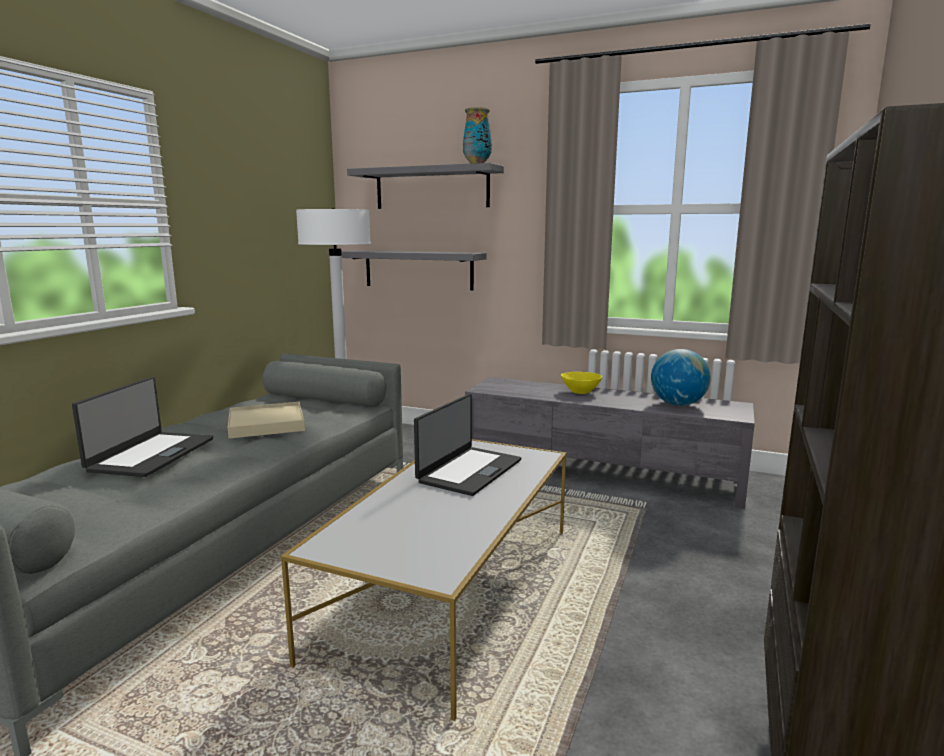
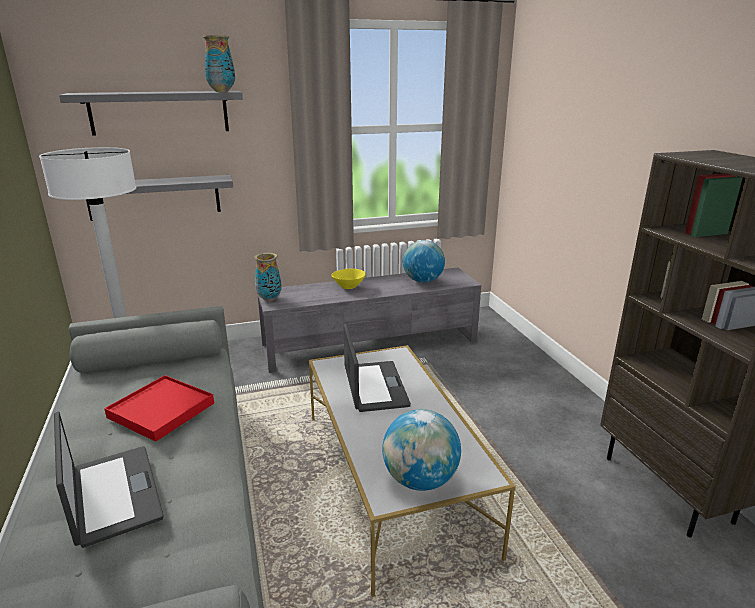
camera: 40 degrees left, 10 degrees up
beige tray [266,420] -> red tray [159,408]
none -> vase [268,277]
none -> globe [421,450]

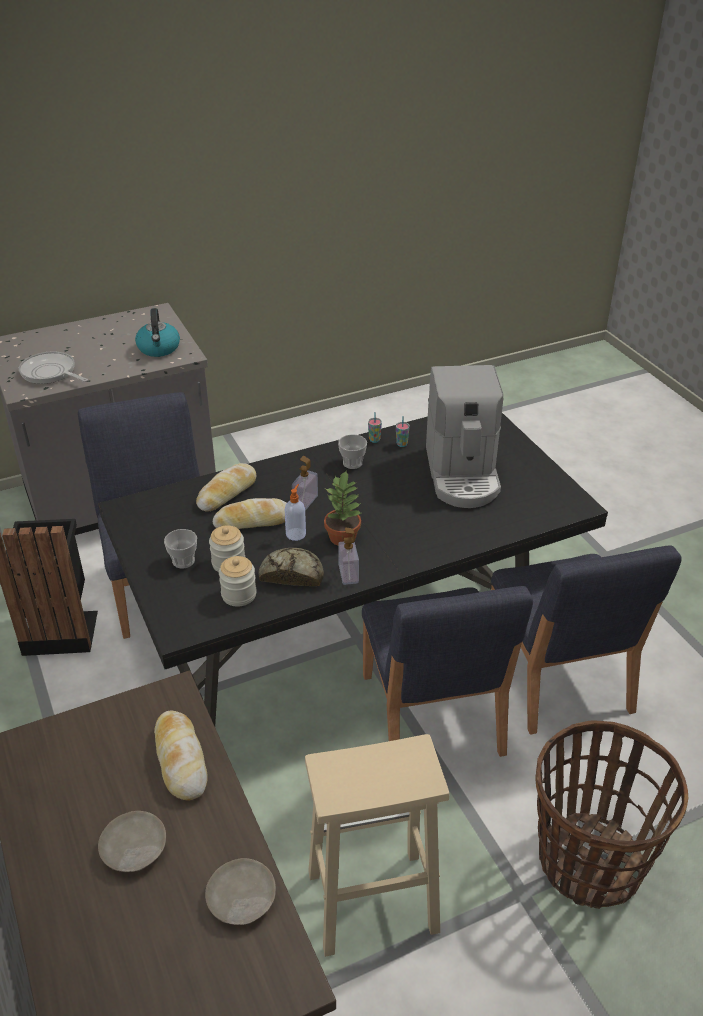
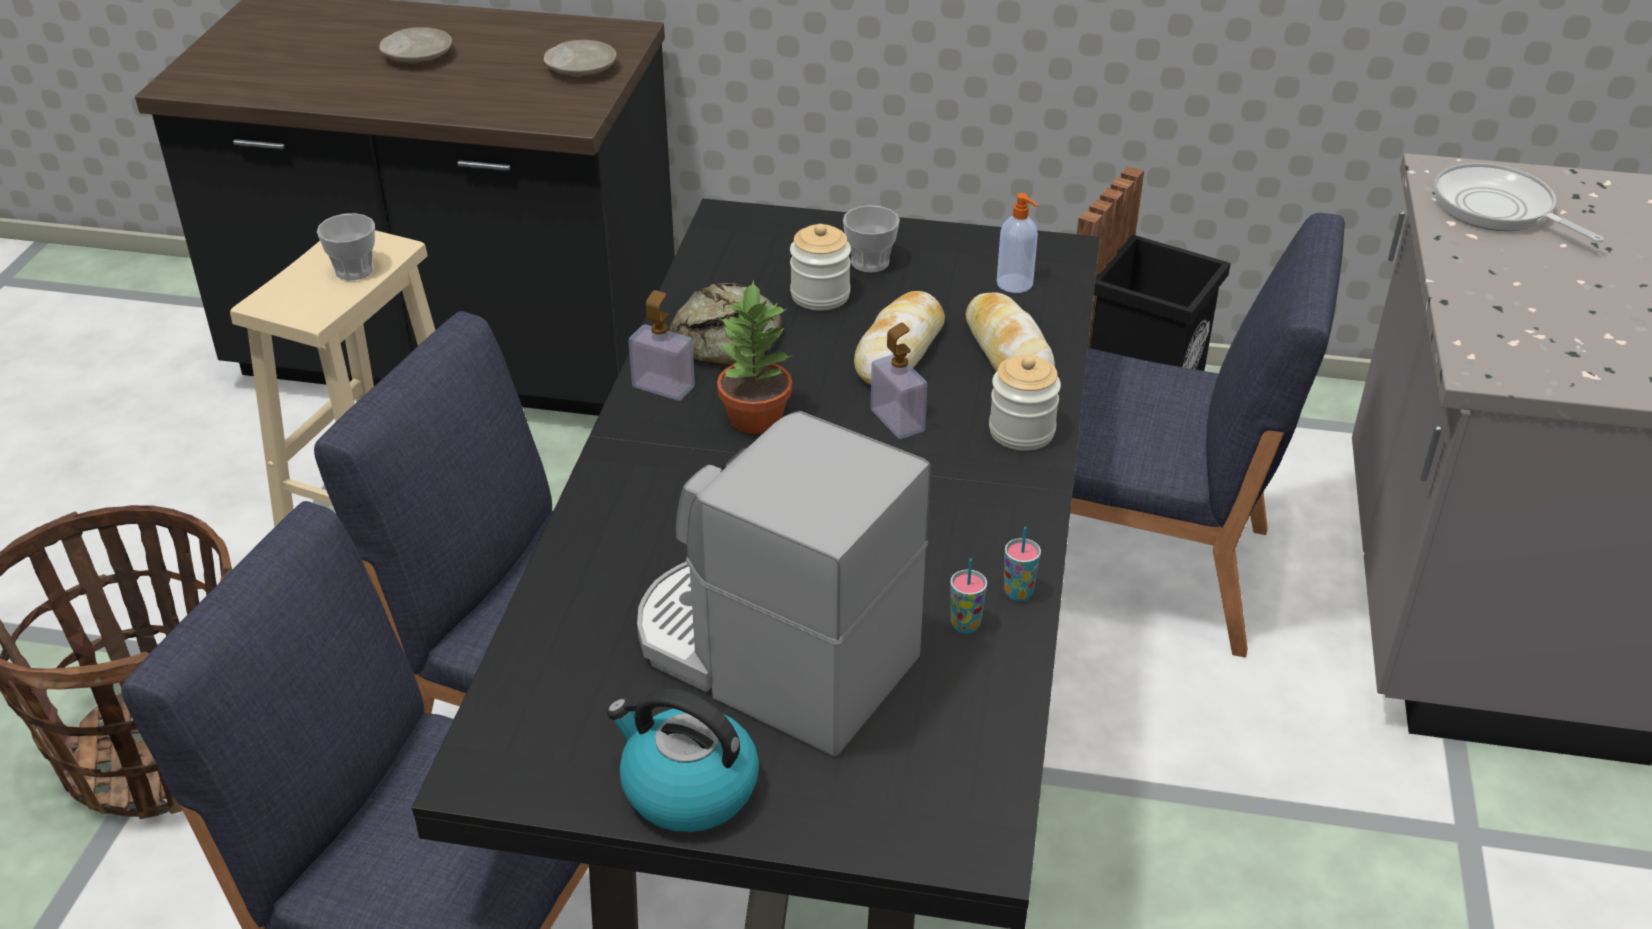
camera: 125 degrees right, 0 degrees up
frying pan [53,367] -> frying pan [1519,202], 105 degrees counterclockwise
kettle [157,332] -> kettle [683,760], relocated
bread [181,755] -> none
beige plate [240,891] -> beige plate [580,58], relocated
jar [238,581] -> jar [1025,403], relocated
soap dispenser [295,512] -> soap dispenser [1017,243], relocated
cup [352,451] -> cup [346,246], relocated

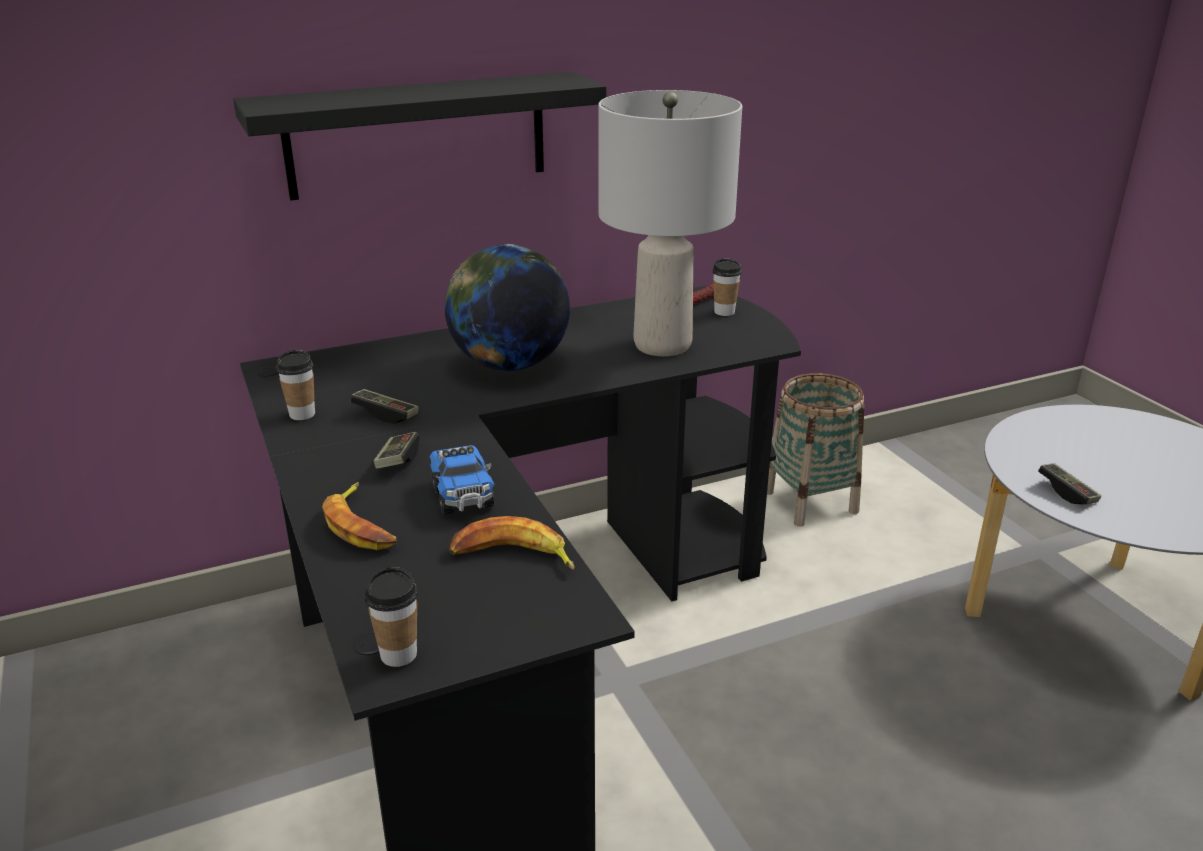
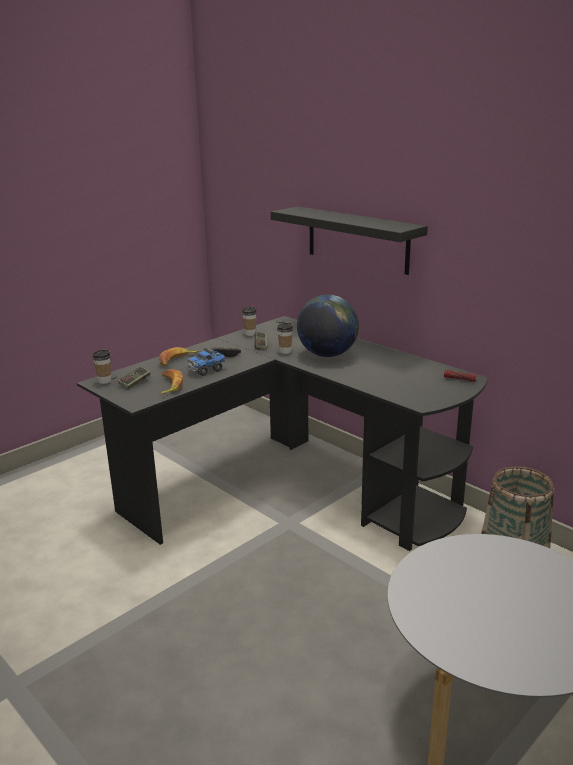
camera: 70 degrees right, 5 degrees down
grey table lamp [670,223] -> none
cup [727,287] -> cup [285,338], relocated
game controller [1069,483] -> game controller [134,378], relocated

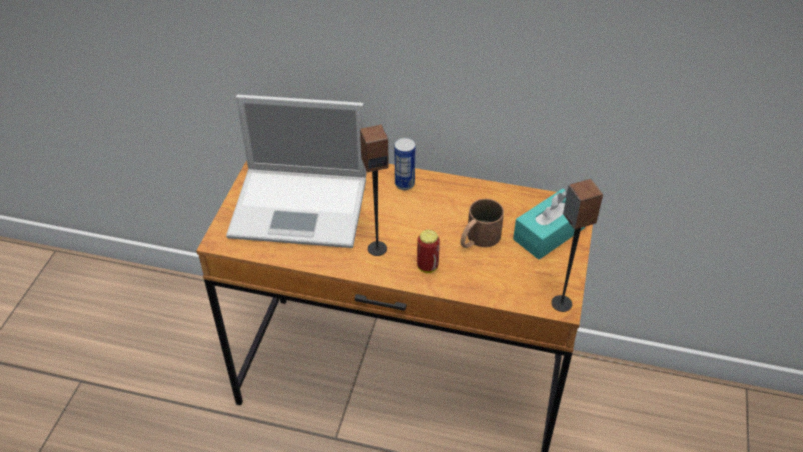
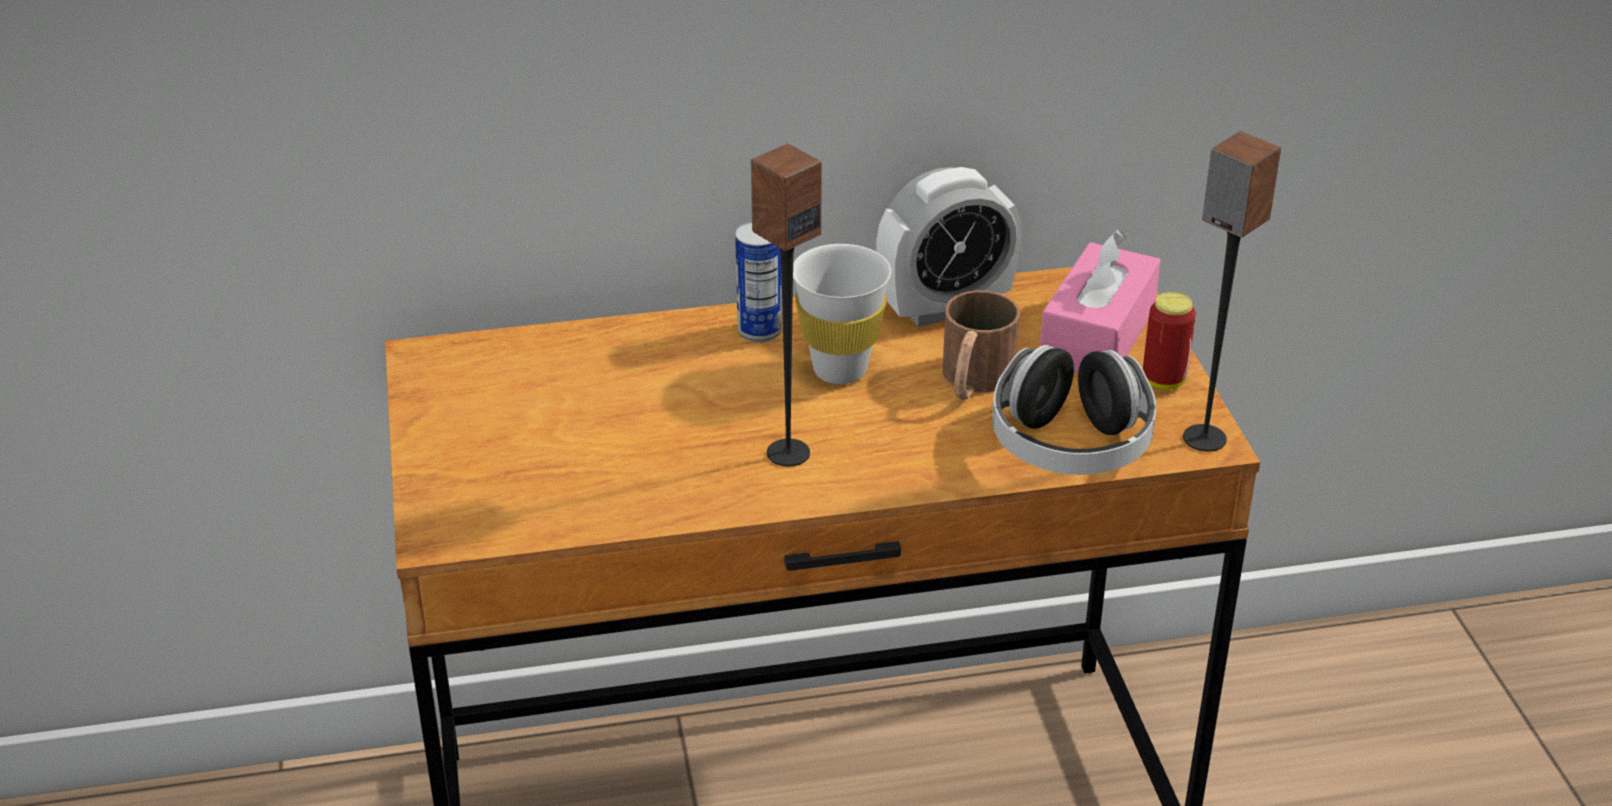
camera: 25 degrees left, 10 degrees down
laptop [296,171] -> none
can [428,251] -> can [1169,341], relocated
turquoise tissue box [549,224] -> pink tissue box [1100,301]
none -> white cup [842,314]
none -> alarm clock [948,247]
none -> headphones [1074,410]

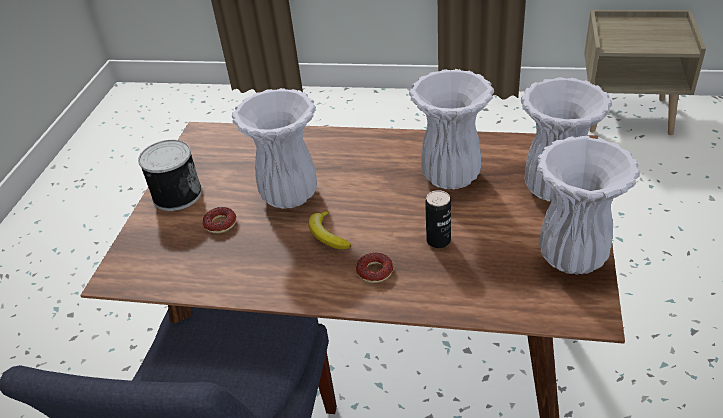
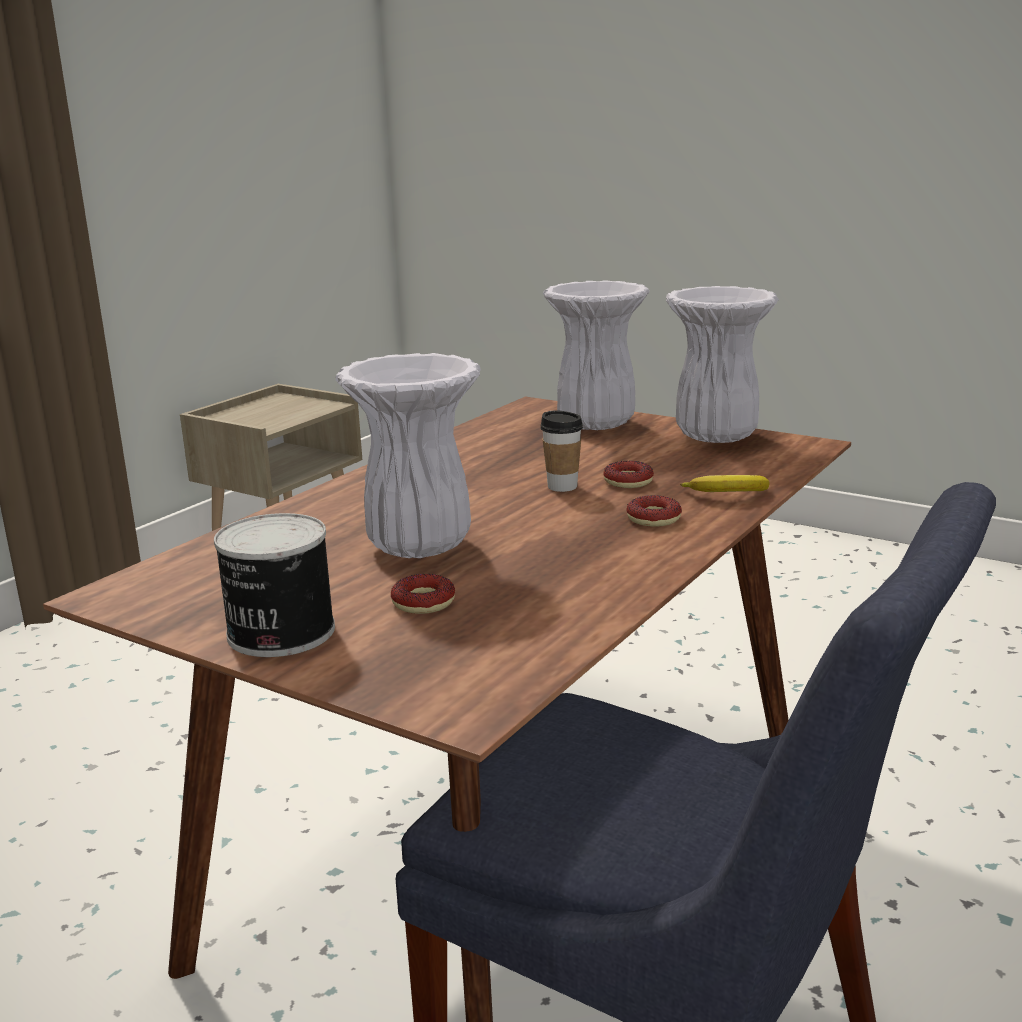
camera: 70 degrees left, 20 degrees down
banana [330,230] -> banana [725,483], relocated
white vase [451,129] -> none
can [438,219] -> donut [628,474]
none -> cup [562,451]

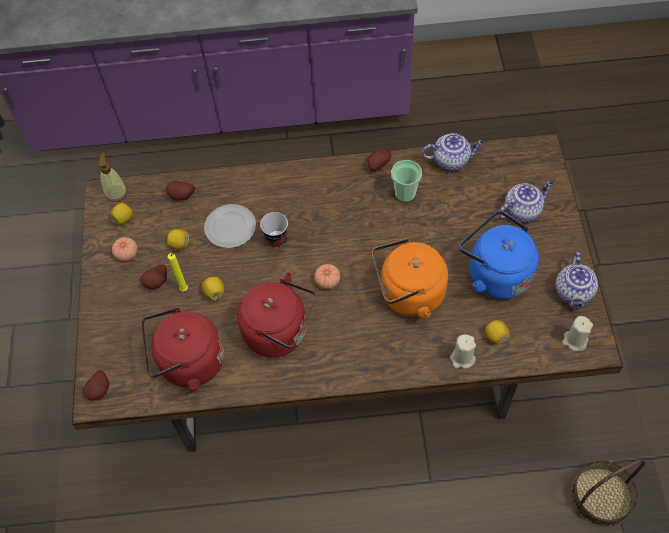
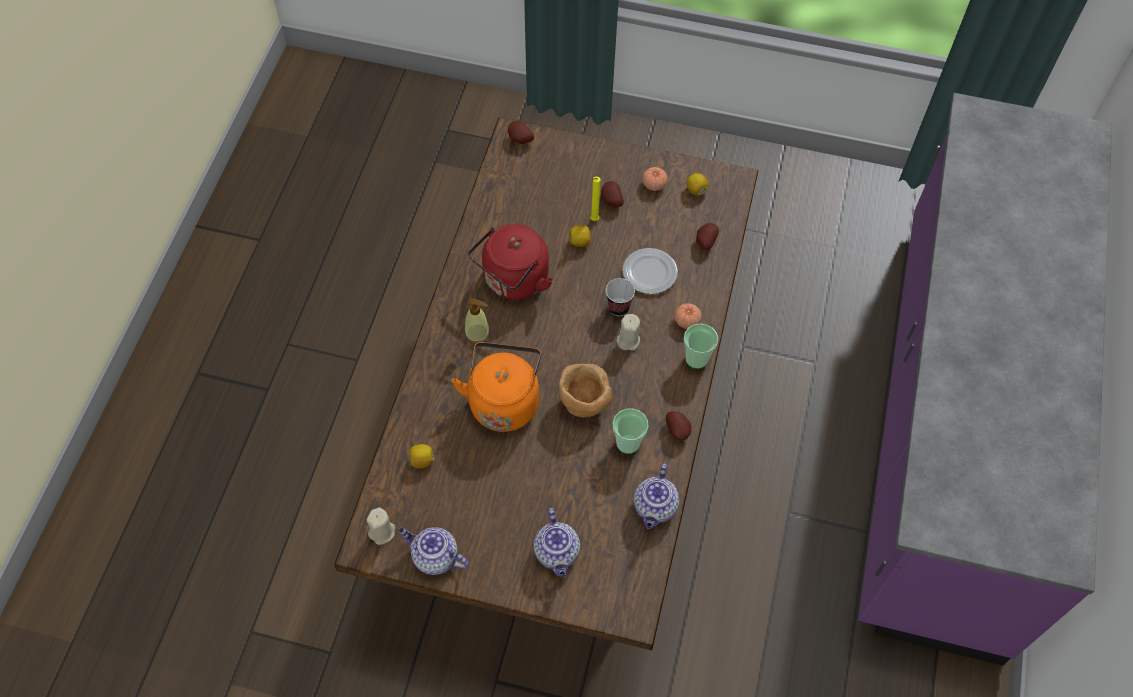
camera: 105 degrees right, 0 degrees up
soap dispenser [113,177] -> soap dispenser [477,321], relocated
red kettle [182,350] -> none
lemon [178,239] -> none
tomato [327,276] -> tomato [688,316], relocated
beige candle [463,351] -> beige candle [628,332], relocated
blue kettle [499,255] -> none
basket [608,493] -> none
none -> brown bowl [585,390]
none -> cup [701,346]

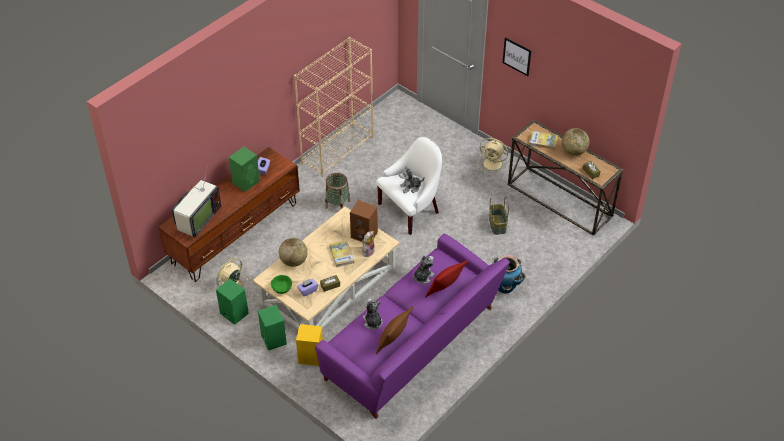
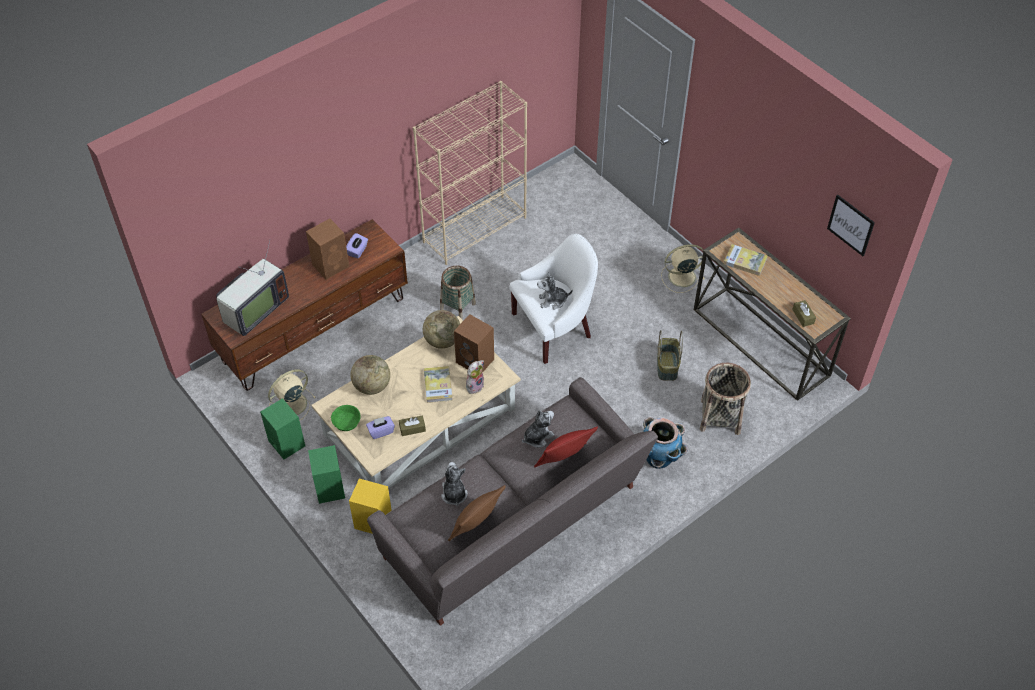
camera: 10 degrees right, 5 degrees up
green speaker [244,169] -> brown speaker [327,249]
purple sofa [412,326] -> grey sofa [512,501]
beige fan [493,156] -> beige fan [683,268], 135 degrees clockwise
picture [516,56] -> picture [851,225], relocated
globe [575,142] -> globe [441,329], relocated
none -> basket [725,399]

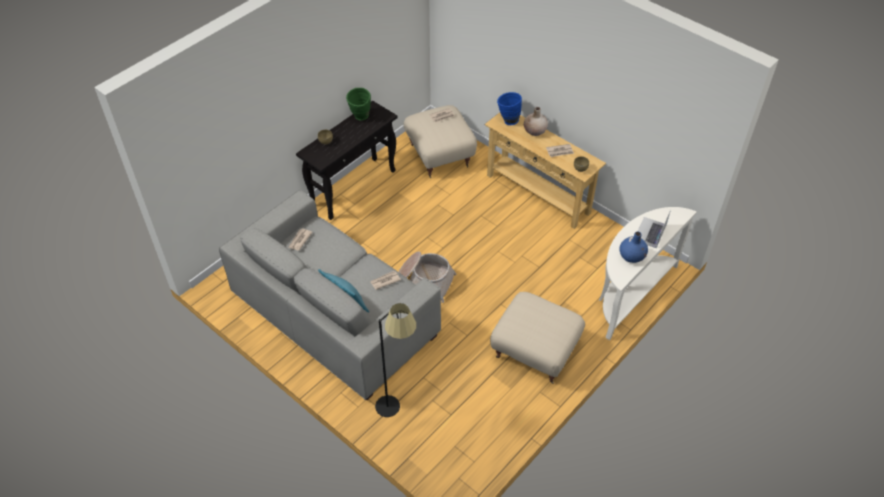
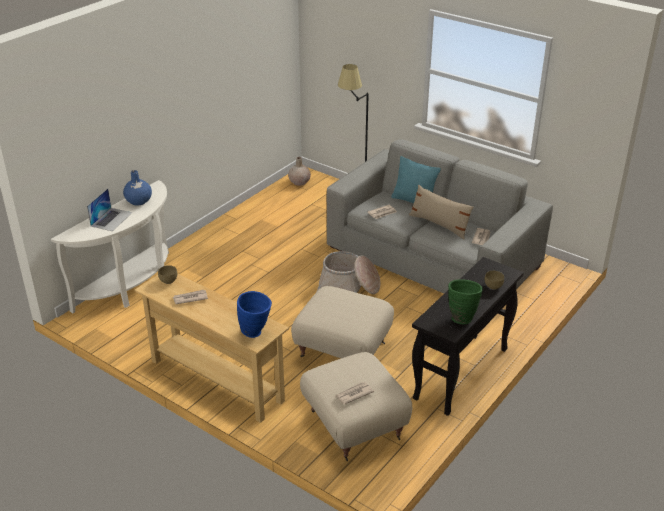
camera: 175 degrees right, 15 degrees down
beige ottoman [537,338] -> beige ottoman [342,322], relocated
beige vase [536,121] -> beige vase [299,171], relocated
none -> beige pillow [441,212]

